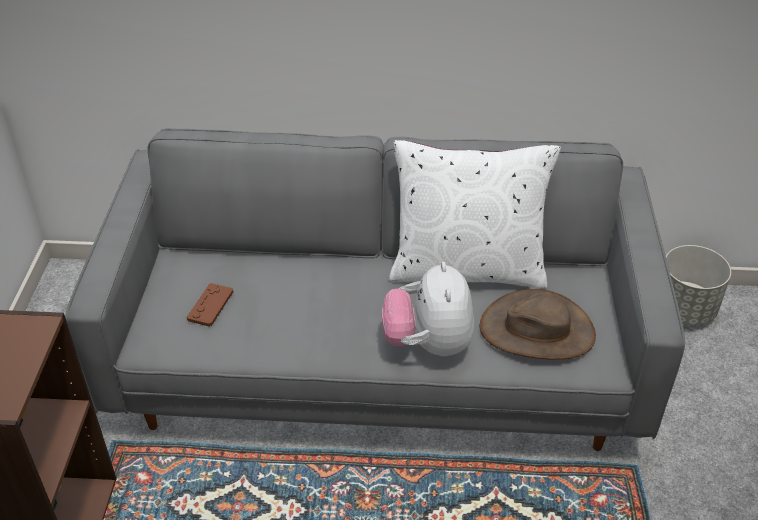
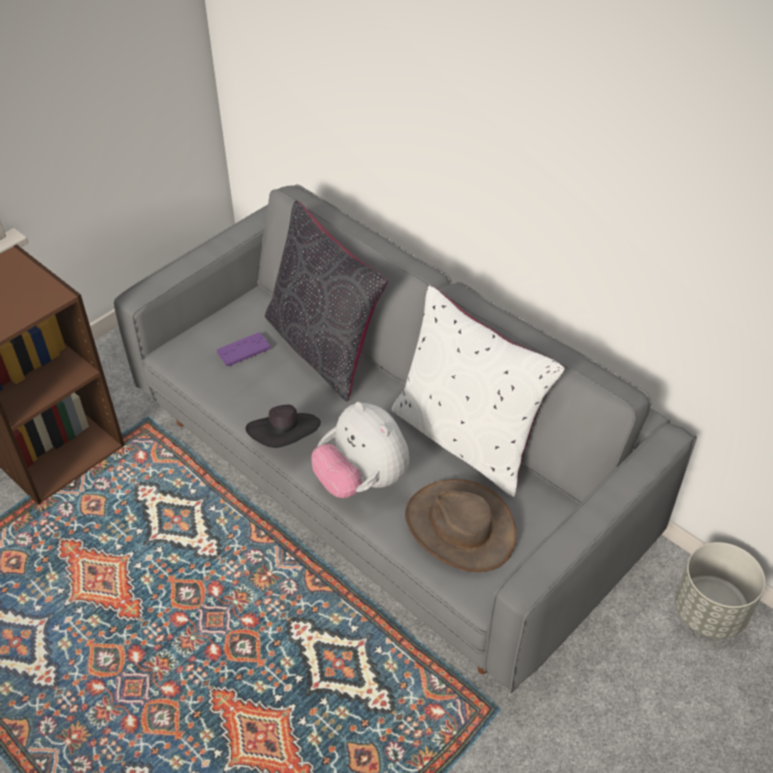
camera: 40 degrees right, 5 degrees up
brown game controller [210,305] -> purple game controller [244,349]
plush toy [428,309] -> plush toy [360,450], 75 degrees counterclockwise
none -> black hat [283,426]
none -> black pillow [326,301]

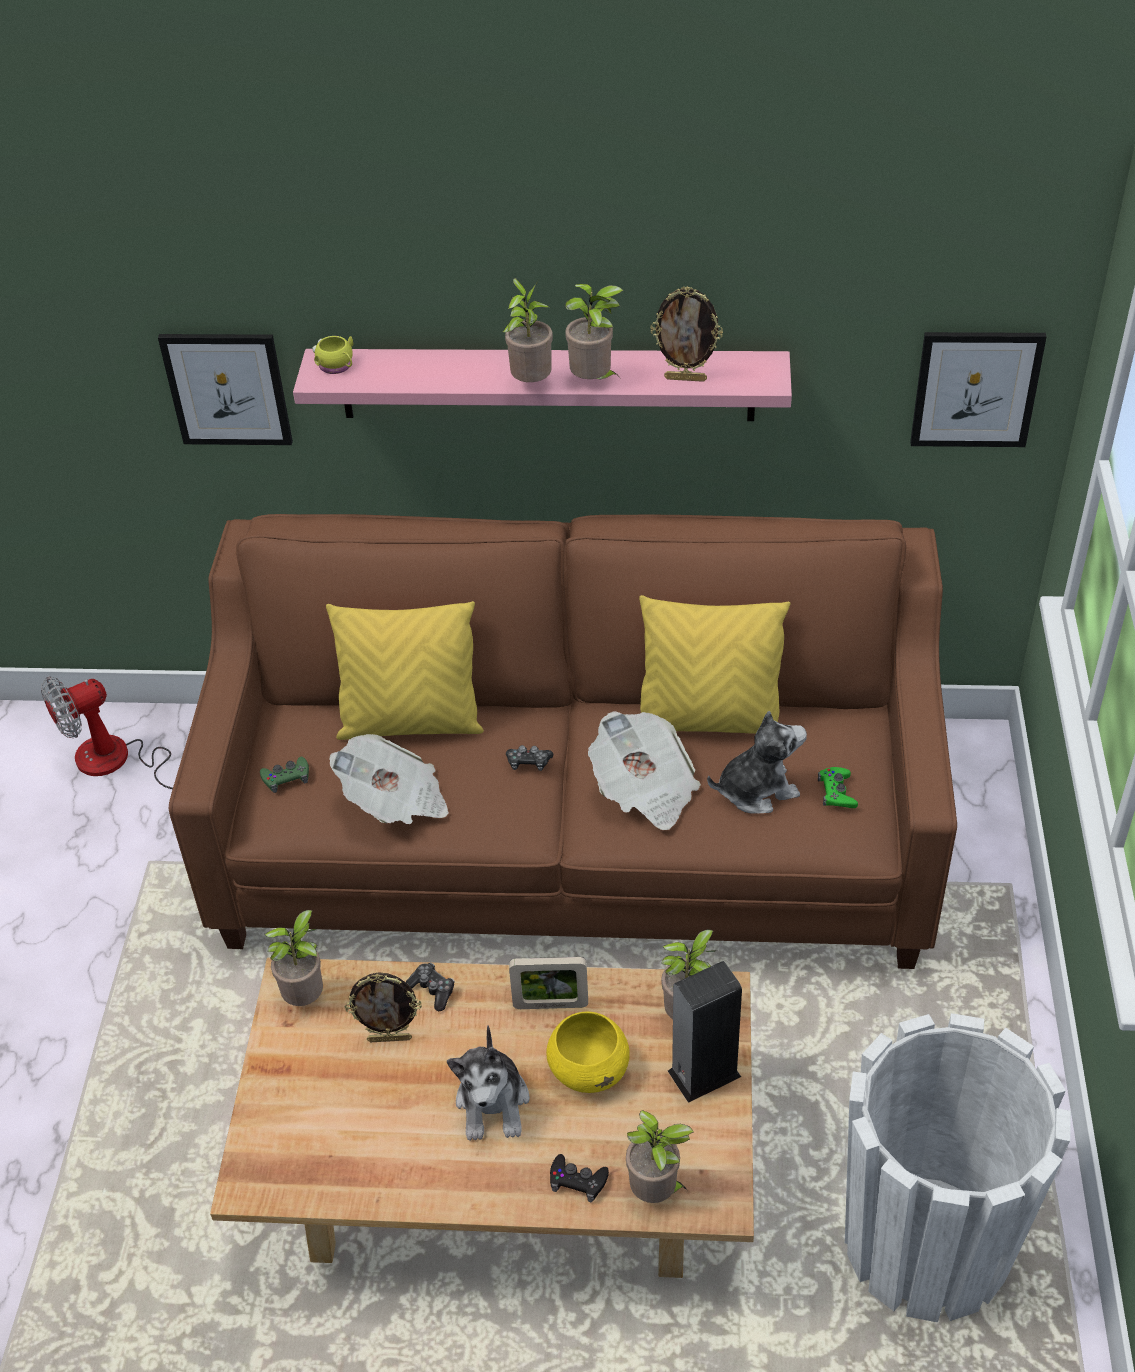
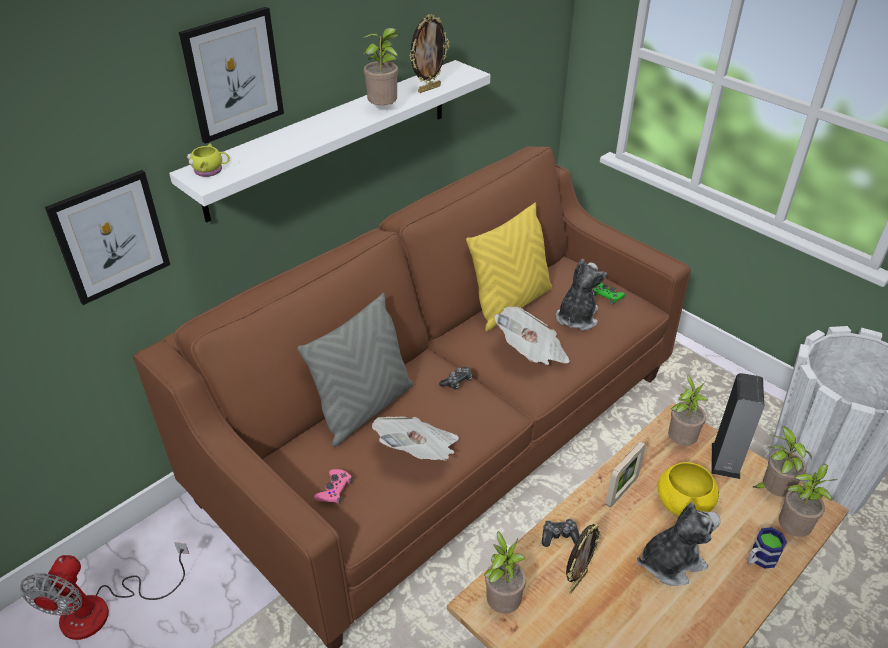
camera: 50 degrees left, 5 degrees down
green game controller [284,775] -> pink game controller [333,486]
pink shelf [542,385] -> white shelf [329,141]
yellow pillow [405,670] -> grey pillow [355,370]
plush toy [488,1083] -> plush toy [679,544], 60 degrees counterclockwise
potted plant [528,330] -> potted plant [782,461], relocated
black game controller [579,1178] -> mug [767,548]
picture [978,389] -> picture [231,75], relocated

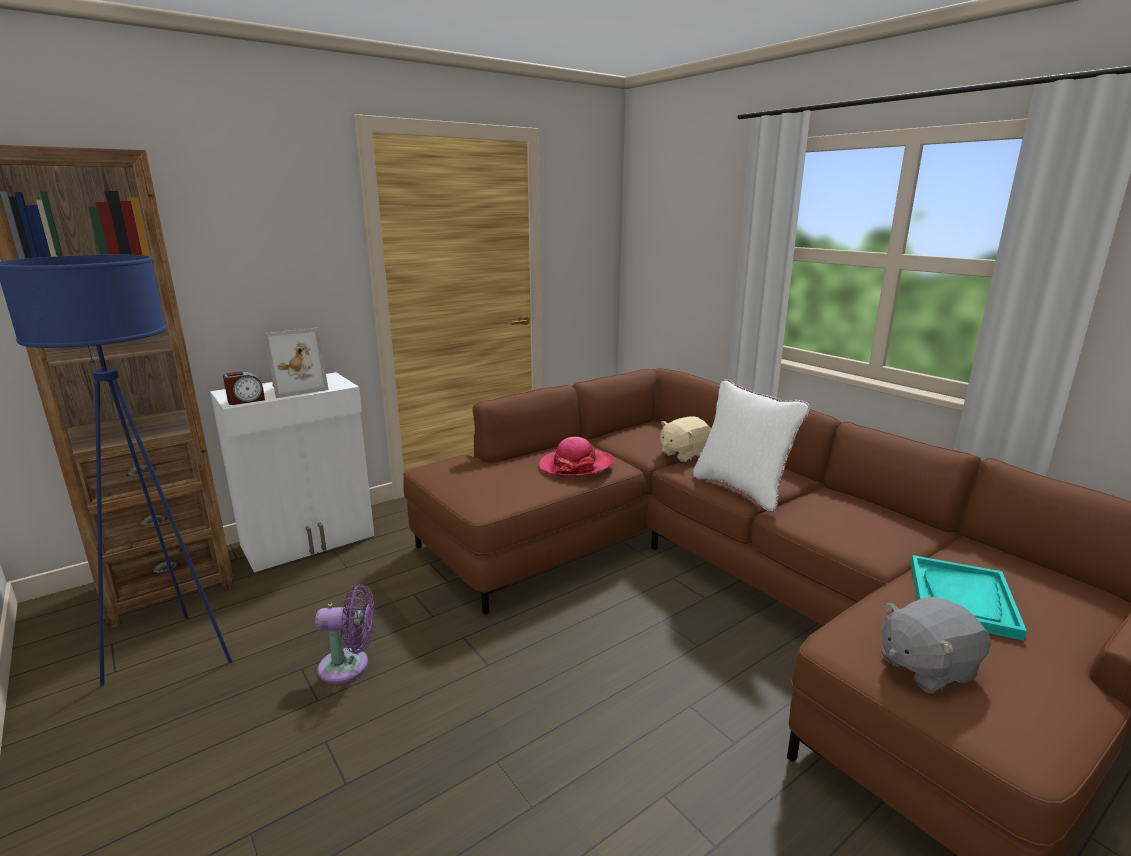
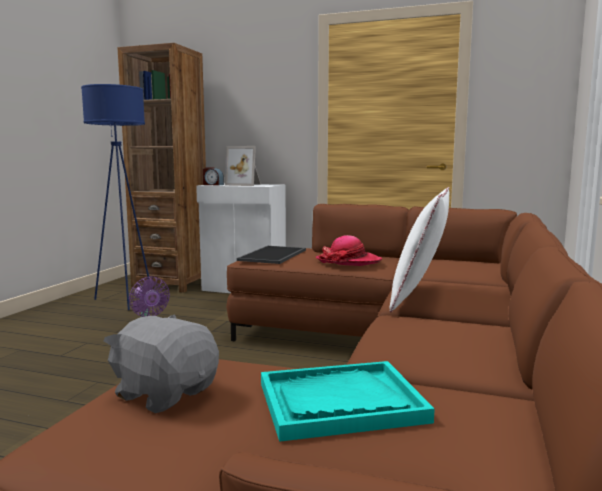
camera: 55 degrees right, 10 degrees down
beige plush toy [685,439] -> none
none -> tray [271,255]

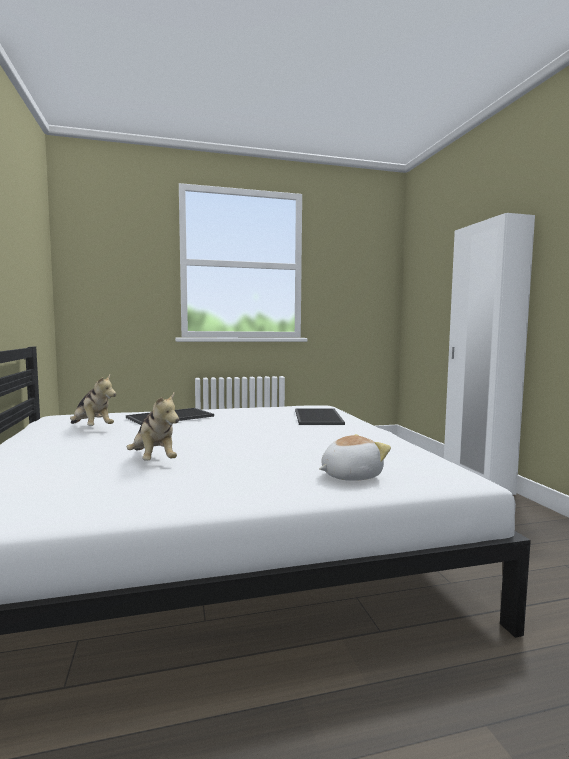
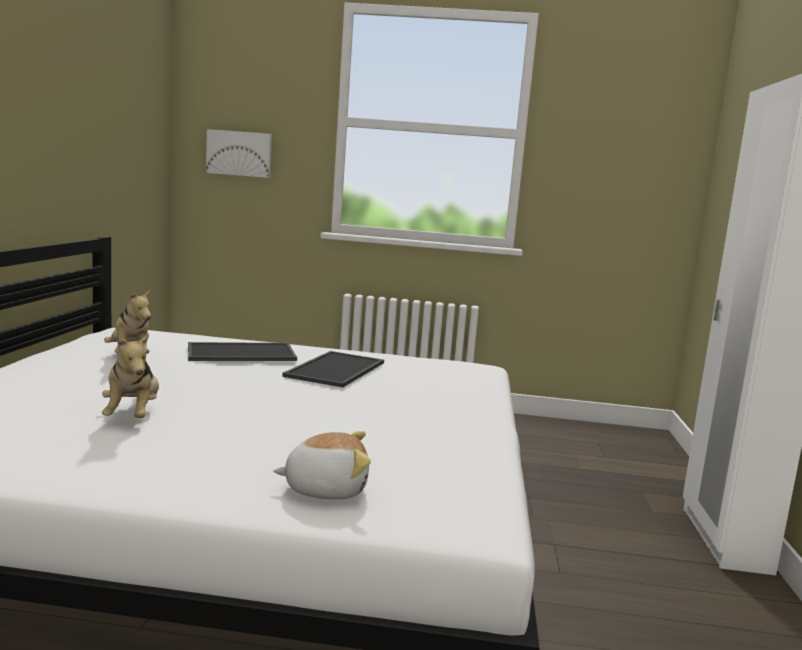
camera: 20 degrees right, 5 degrees up
tray [320,416] -> tray [333,369], relocated
none -> picture [239,153]

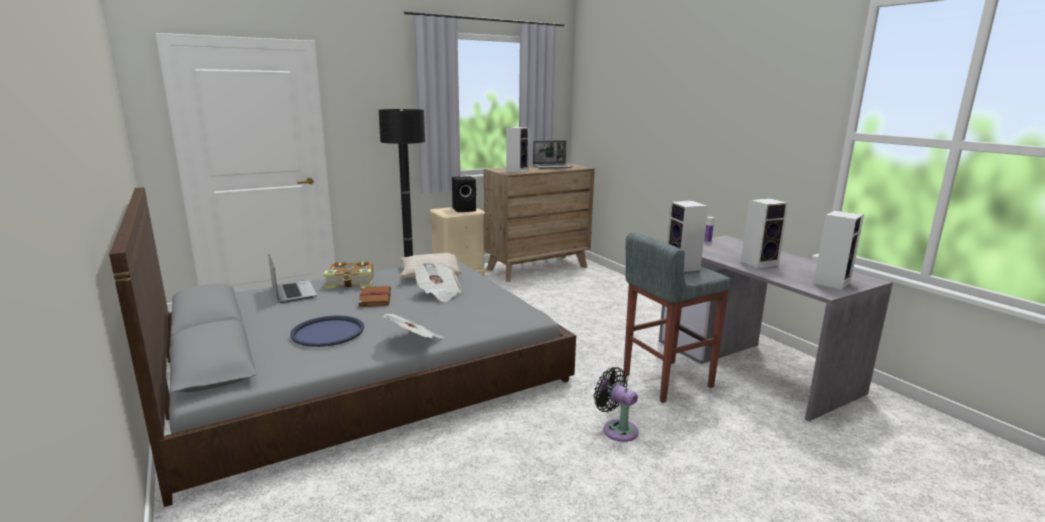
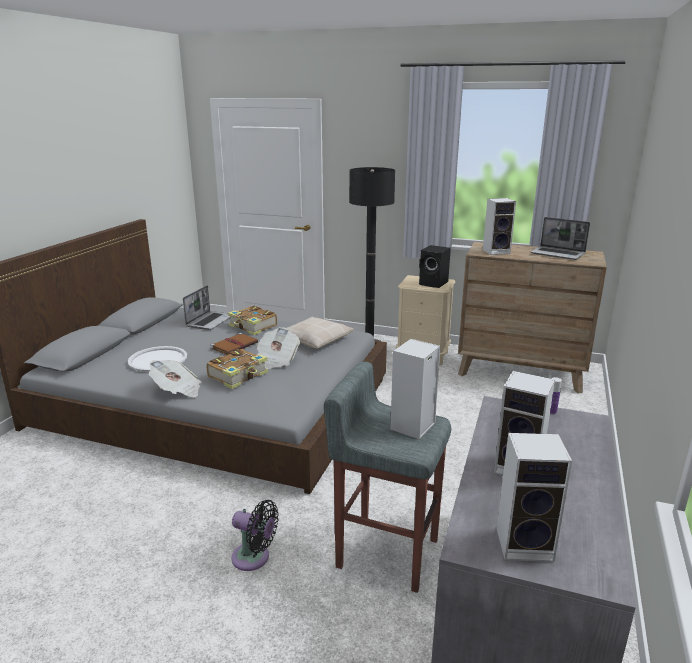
camera: 50 degrees right, 5 degrees up
blue tray [327,331] -> white tray [157,359]
black fan [616,404] -> black fan [255,535], 105 degrees clockwise
none -> book [237,369]

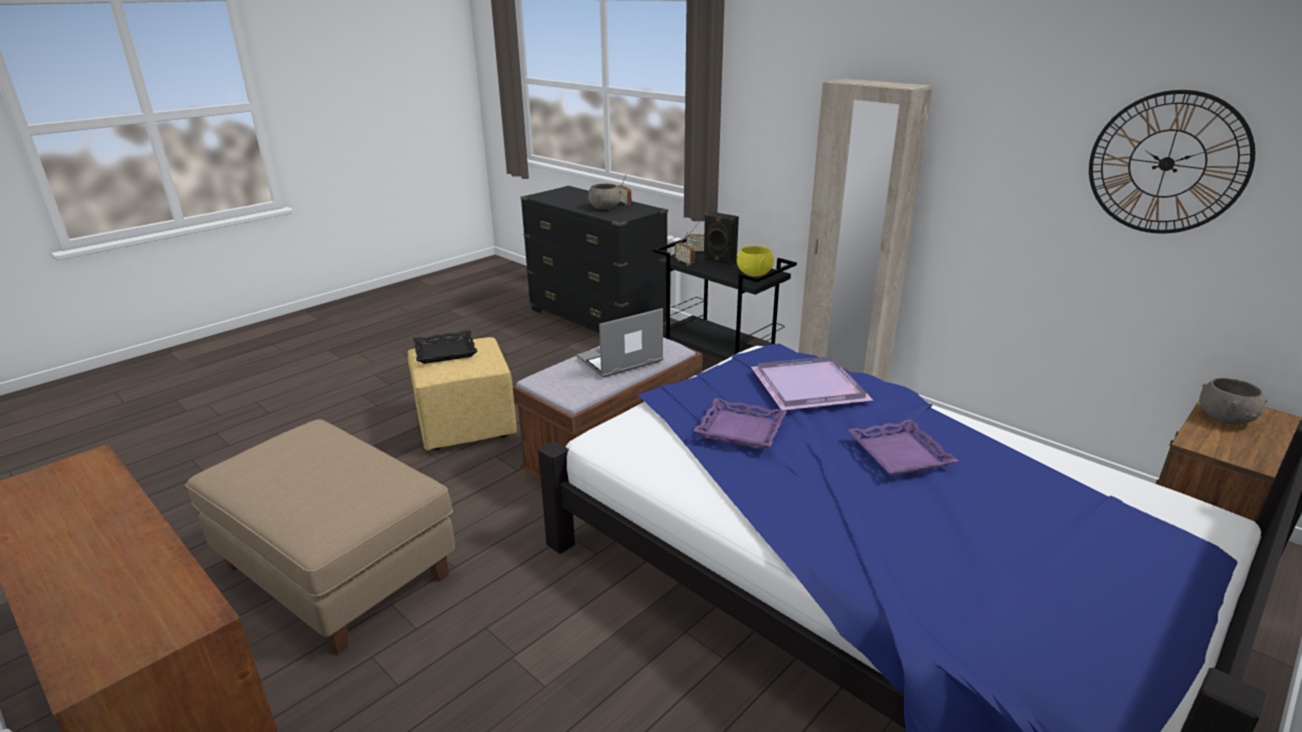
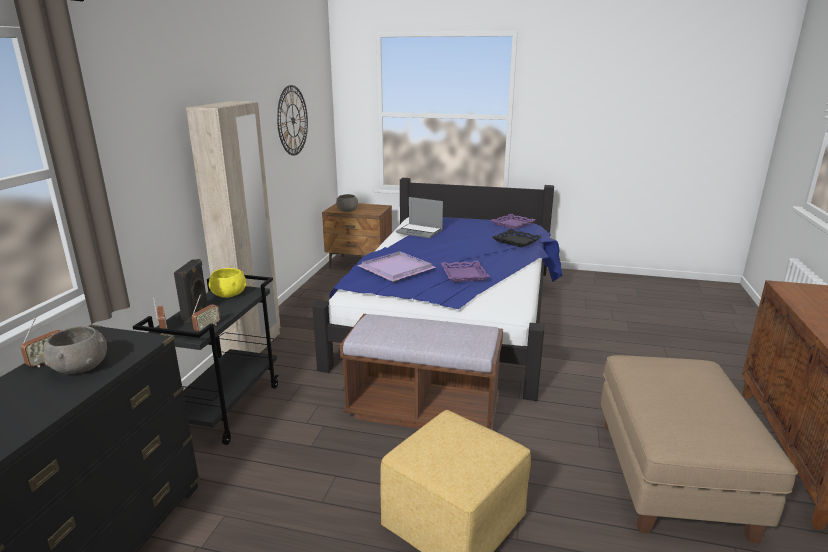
camera: 120 degrees left, 5 degrees down
black tray [445,347] -> black tray [517,238], relocated
laptop [620,343] -> laptop [419,217], relocated
purple tray [903,447] -> purple tray [513,221], relocated

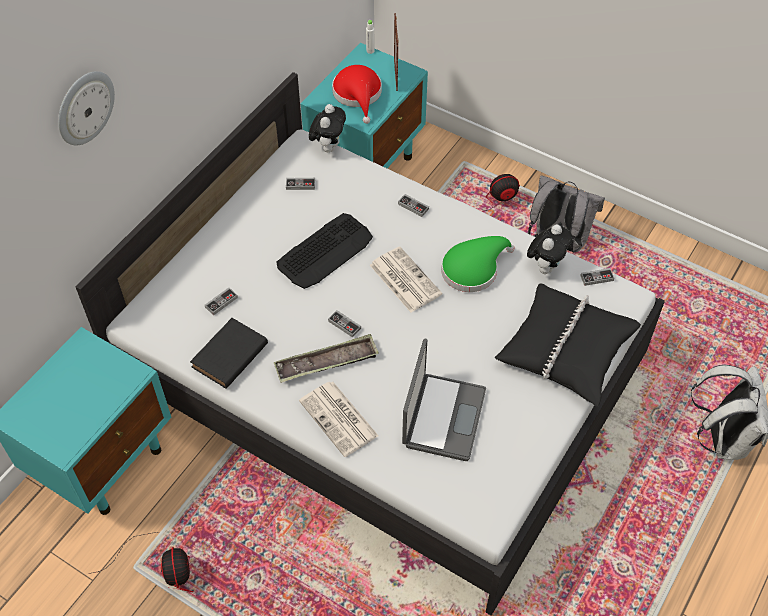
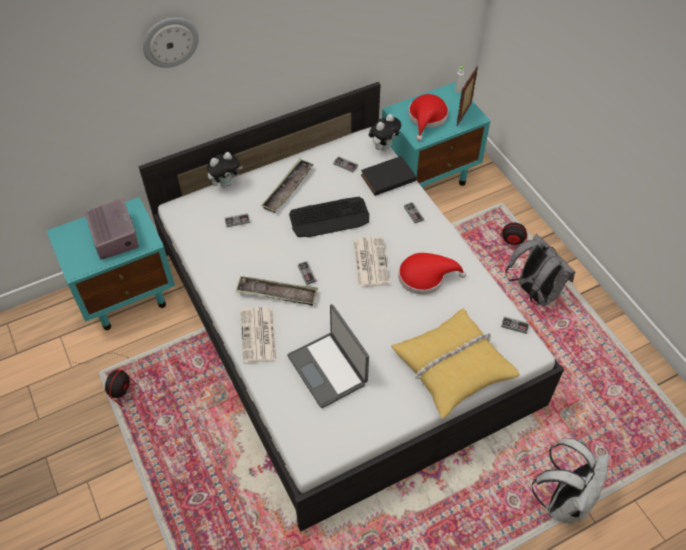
camera: 30 degrees right, 0 degrees up
black book [229,353] -> black book [388,176], relocated
laptop [444,400] -> laptop [328,356], 105 degrees clockwise
green hat [478,264] -> red hat [432,274]
black pillow [568,345] -> yellow pillow [455,364]
plush toy [550,249] -> plush toy [225,170], relocated
none -> radio [112,229]
none -> tray [287,186]

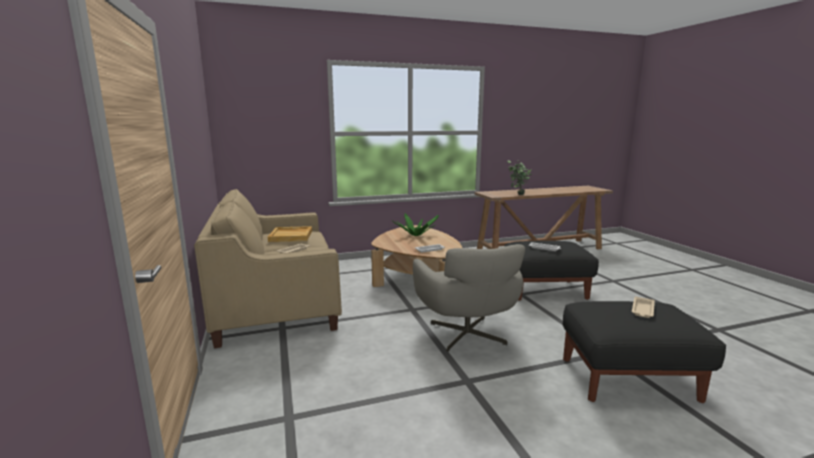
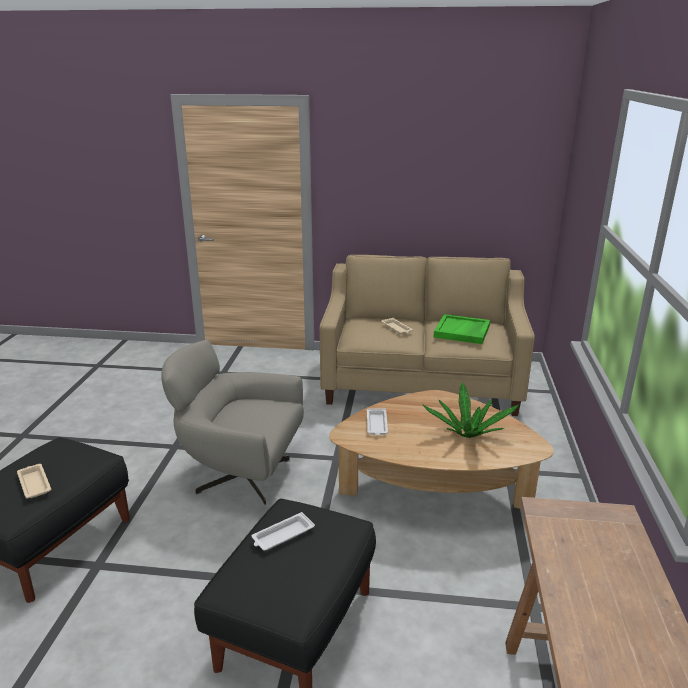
camera: 115 degrees right, 10 degrees up
beige tray [290,234] -> green tray [462,329]
potted plant [520,177] -> none

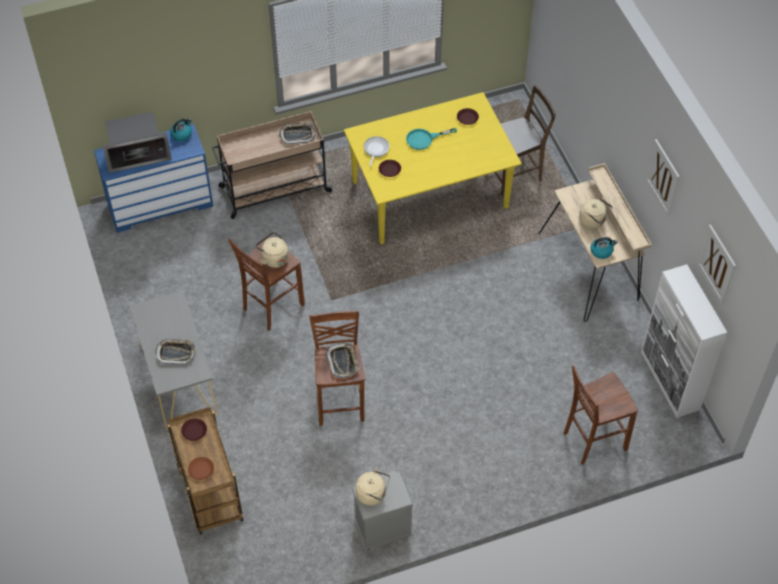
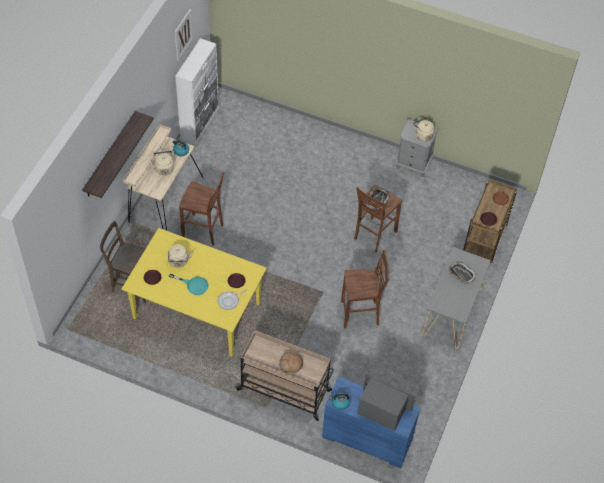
camera: 140 degrees left, 0 degrees up
beige kettle [272,250] -> beige kettle [180,255], relocated
tray [297,133] -> none
brown stool [601,415] -> brown stool [201,208], relocated
picture [663,177] -> none
none -> shelf [118,154]
none -> bread [291,362]

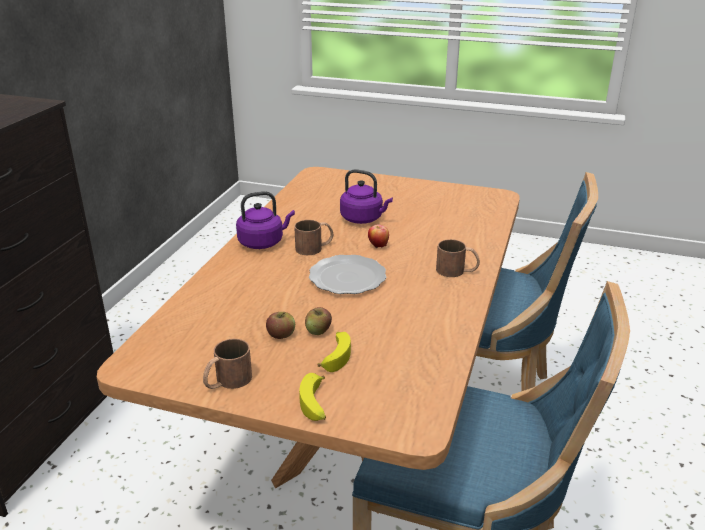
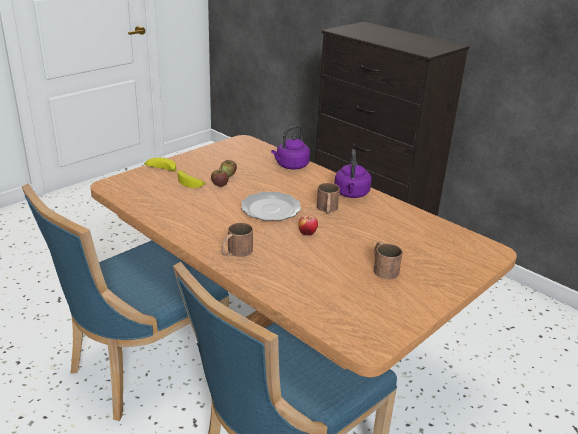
camera: 115 degrees right, 0 degrees up
brown mug [227,364] -> brown mug [388,260], relocated
purple kettle [366,196] -> purple kettle [290,147], relocated

